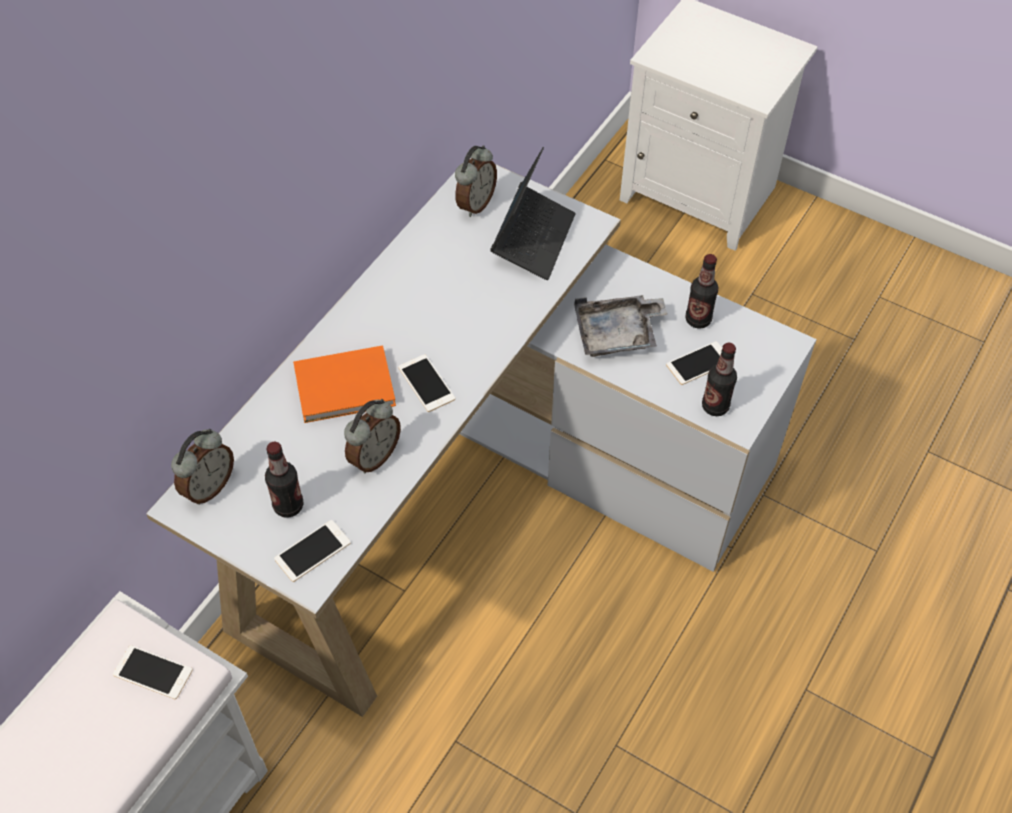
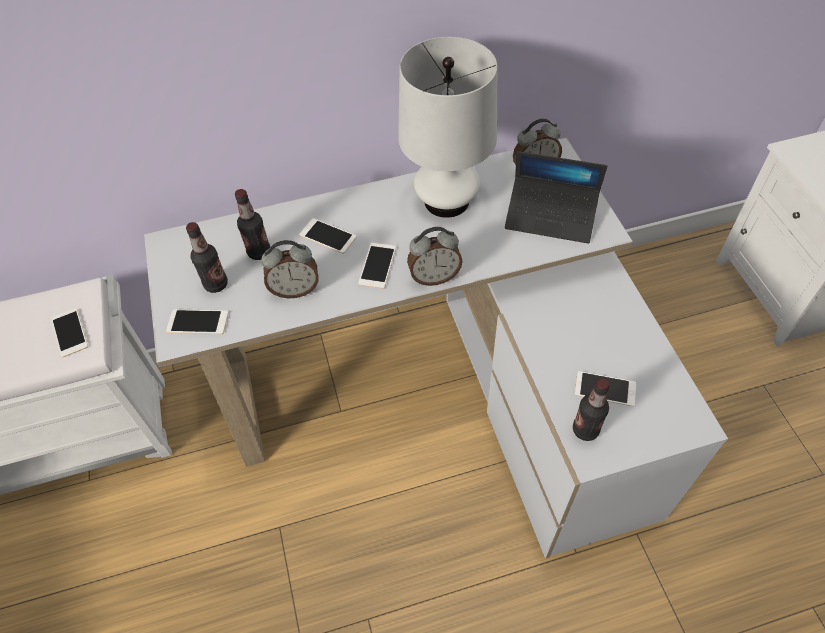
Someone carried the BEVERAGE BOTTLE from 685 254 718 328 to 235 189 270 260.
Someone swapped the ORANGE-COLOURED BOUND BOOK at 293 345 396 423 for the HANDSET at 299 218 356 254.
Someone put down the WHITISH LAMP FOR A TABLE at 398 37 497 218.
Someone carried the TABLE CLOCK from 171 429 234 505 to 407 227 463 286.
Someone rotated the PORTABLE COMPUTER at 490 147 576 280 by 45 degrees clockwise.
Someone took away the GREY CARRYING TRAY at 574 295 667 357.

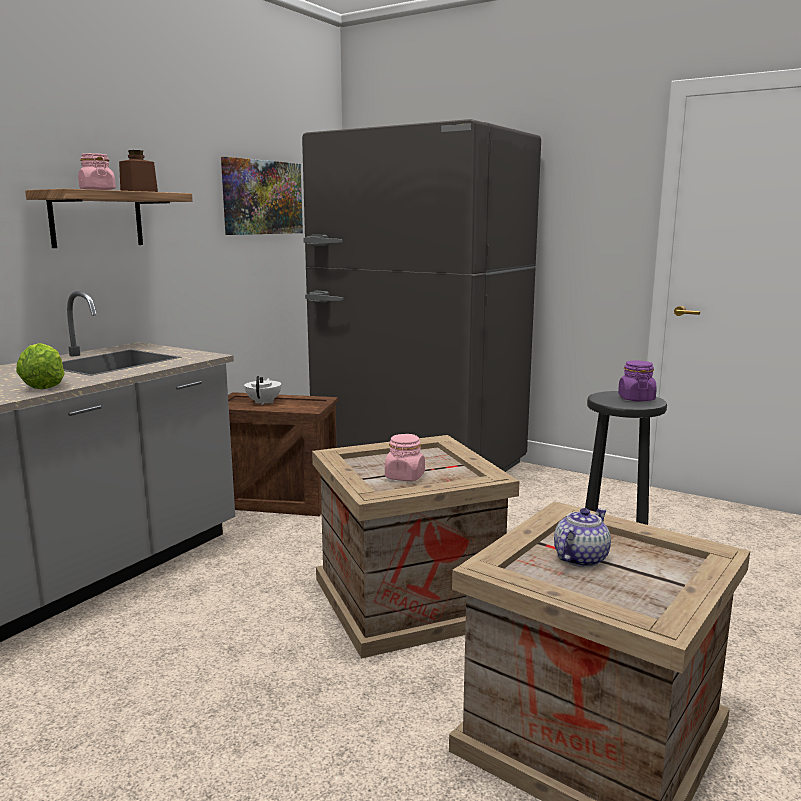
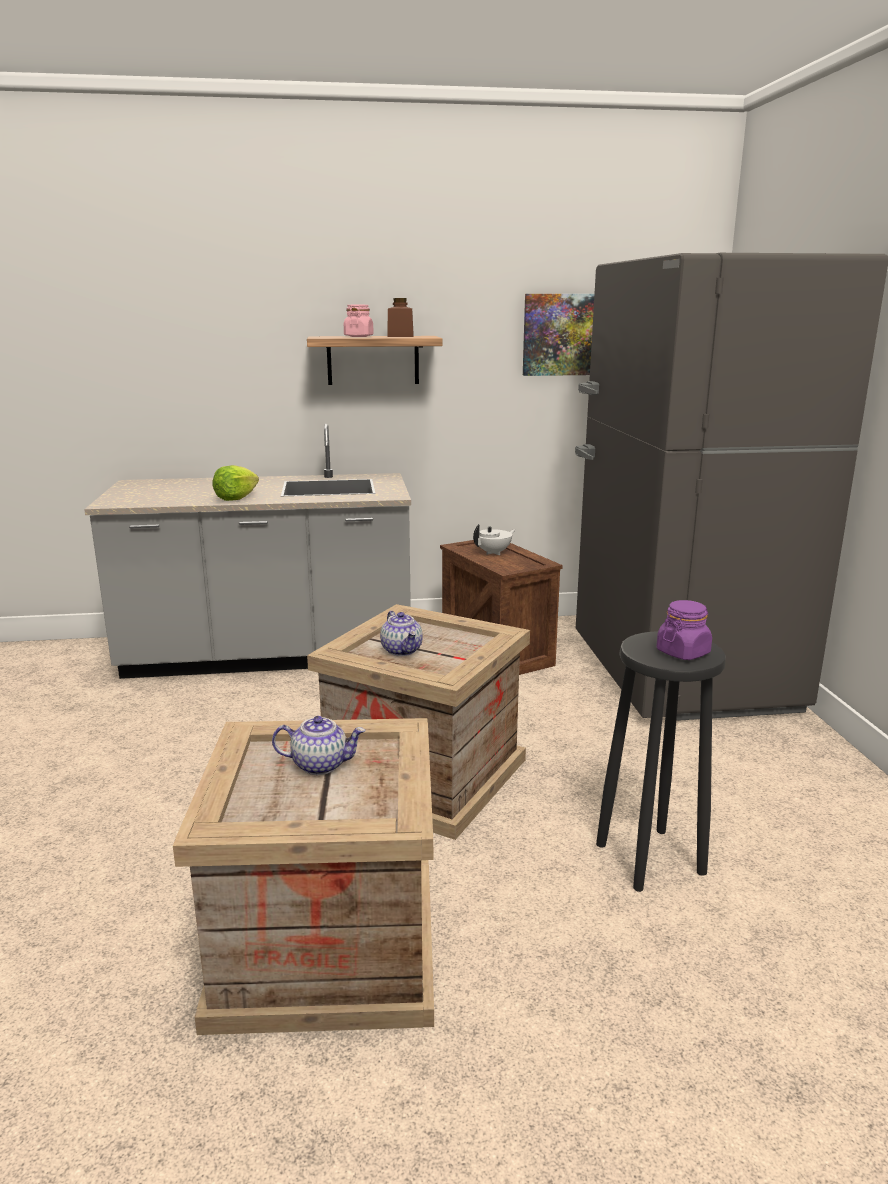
Someone swapped the PINK JAR at 385 434 425 481 for the POT FOR TEA at 380 611 423 656.

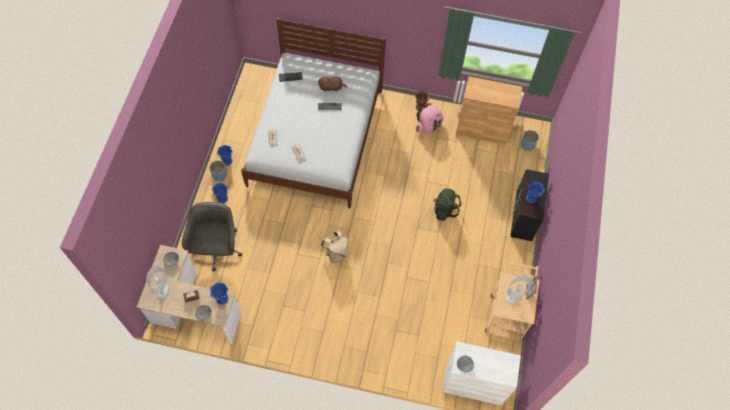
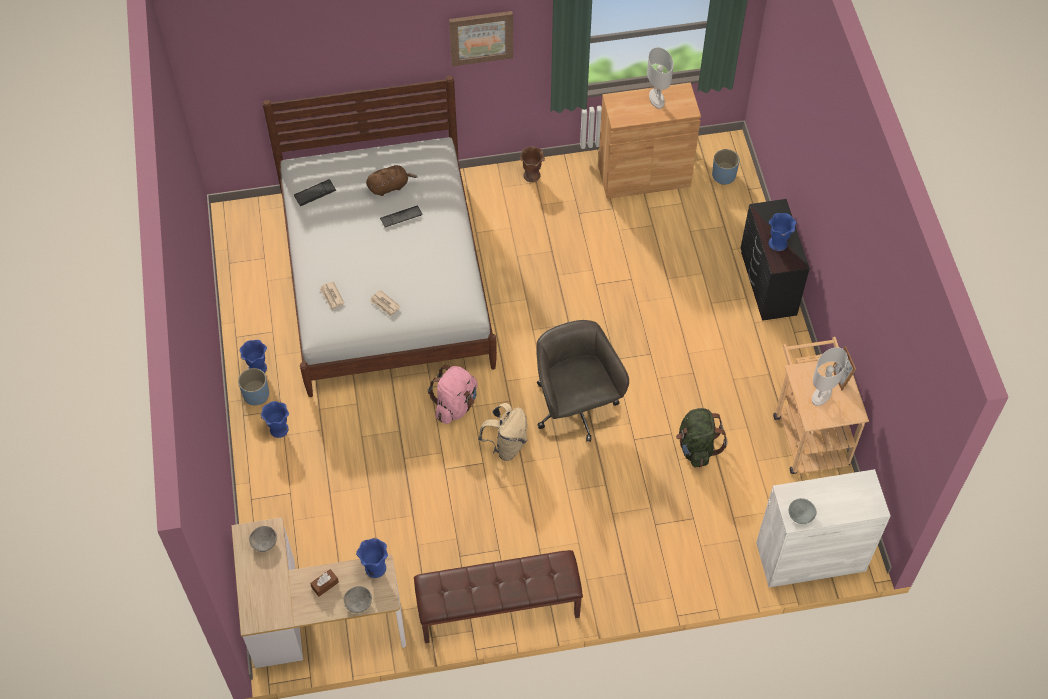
Someone put down the BROWN LONG SEAT at 414 550 583 643.
Someone carried the PINK BACKPACK from 416 103 444 134 to 428 365 478 424.
Someone put up the PICTURE at 449 11 513 66.
Someone carried the GREY OFFICE CHAIR from 182 202 242 271 to 536 320 629 442.
Someone carried the WHITISH LAMP FOR A TABLE from 146 266 168 299 to 647 47 673 109.
Someone carried the GREENISH BACKPACK from 433 188 461 221 to 676 408 727 467.

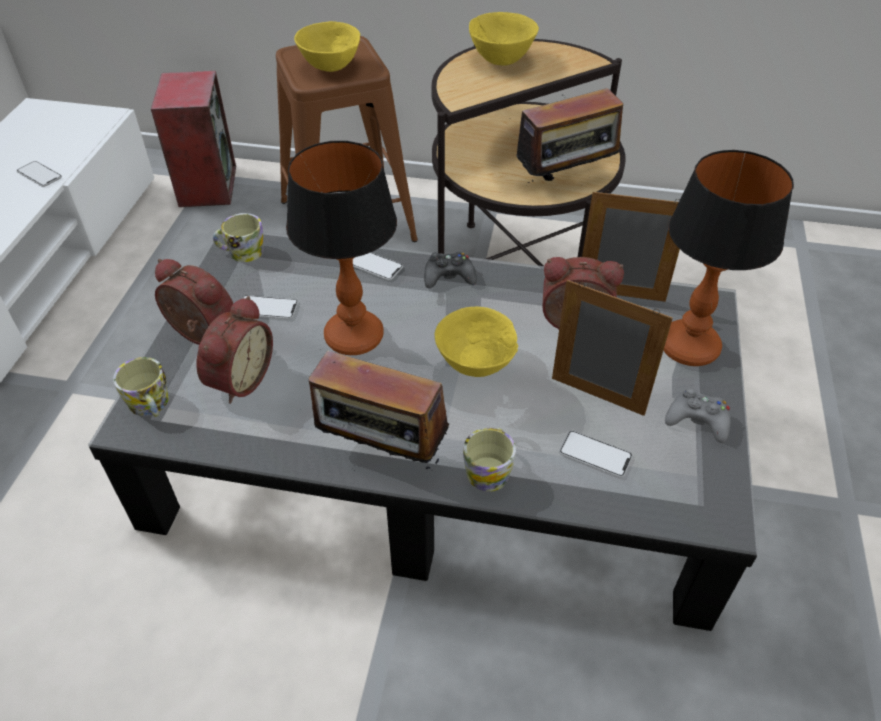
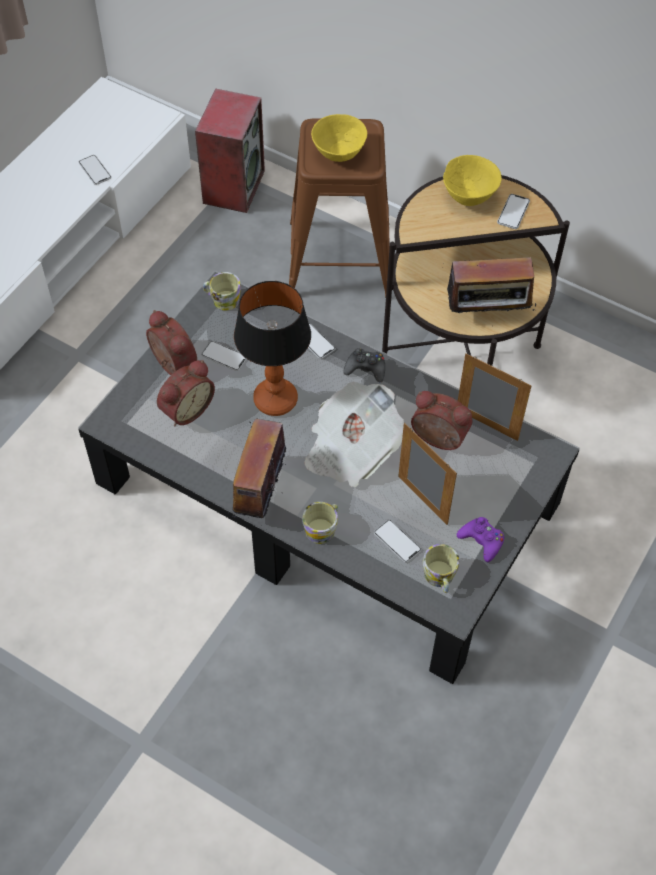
Someone rotated the RADIO at 309 345 449 470 by 60 degrees clockwise.
Someone swapped the YELLOWISH SERVING BOWL at 435 307 518 377 for the PRINTED PAPER at 304 381 404 487.
Someone carried the TEA MUG from 113 357 169 417 to 423 544 459 593.
Someone repainted the GREY GAME CONTROLLER at 665 388 731 443, which became the PURPLE GAME CONTROLLER at 457 517 504 562.
Someone put down the HANDSET at 497 194 530 229.
Someone took away the LAMP FOR A TABLE at 663 150 794 366.

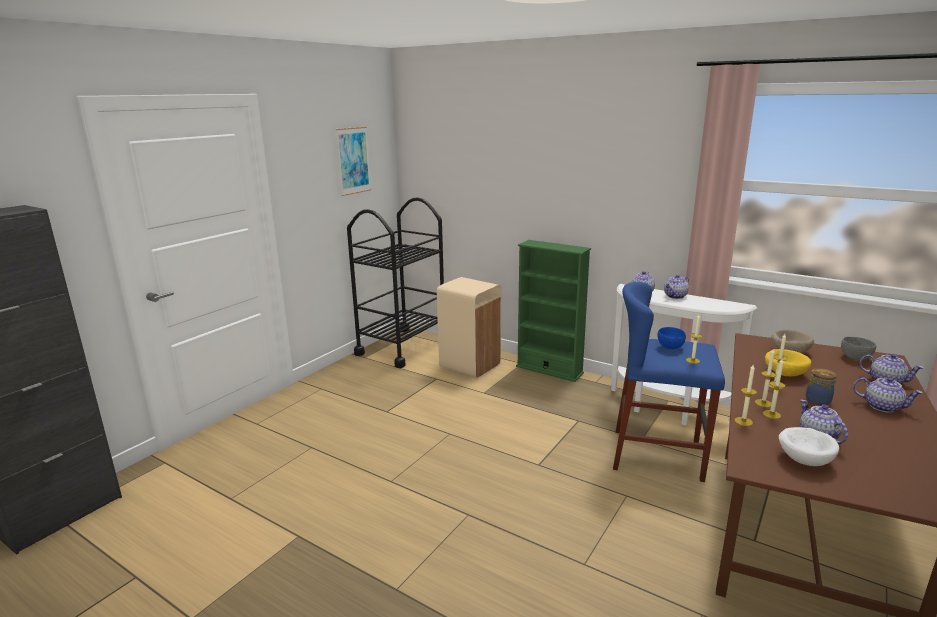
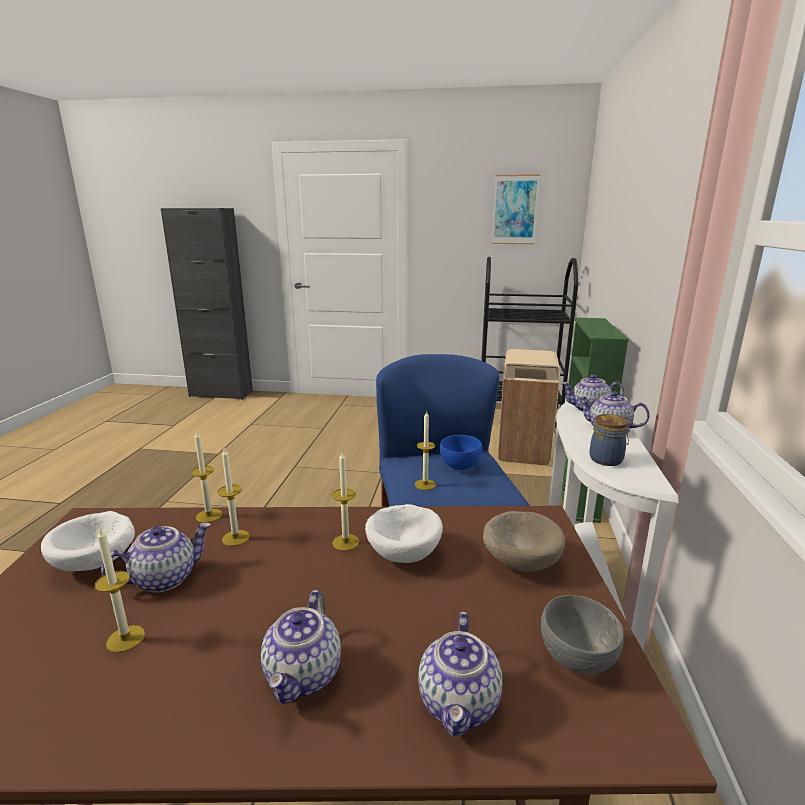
Someone carried the CANDLE from 755 348 777 407 to 95 527 145 653.
Someone repainted the YELLOWISH SERVING BOWL at 765 349 811 376, which became the WHITISH SERVING BOWL at 365 504 443 563.
Someone carried the JAR from 806 368 837 405 to 590 414 631 466.

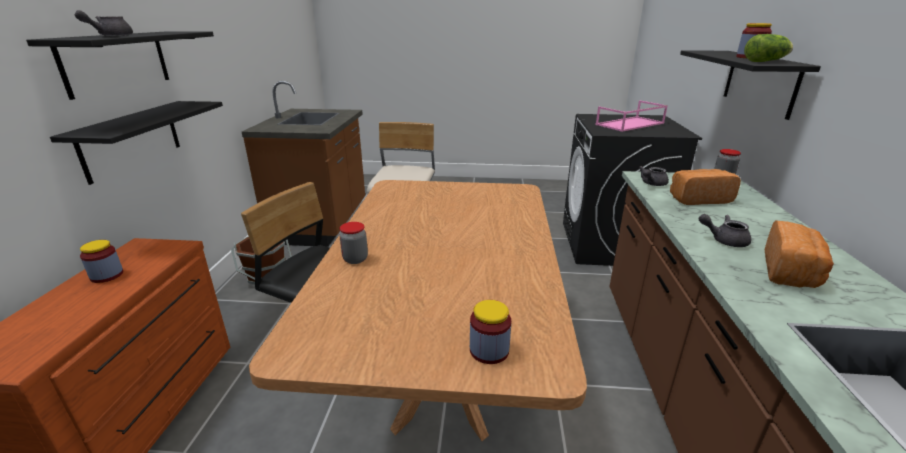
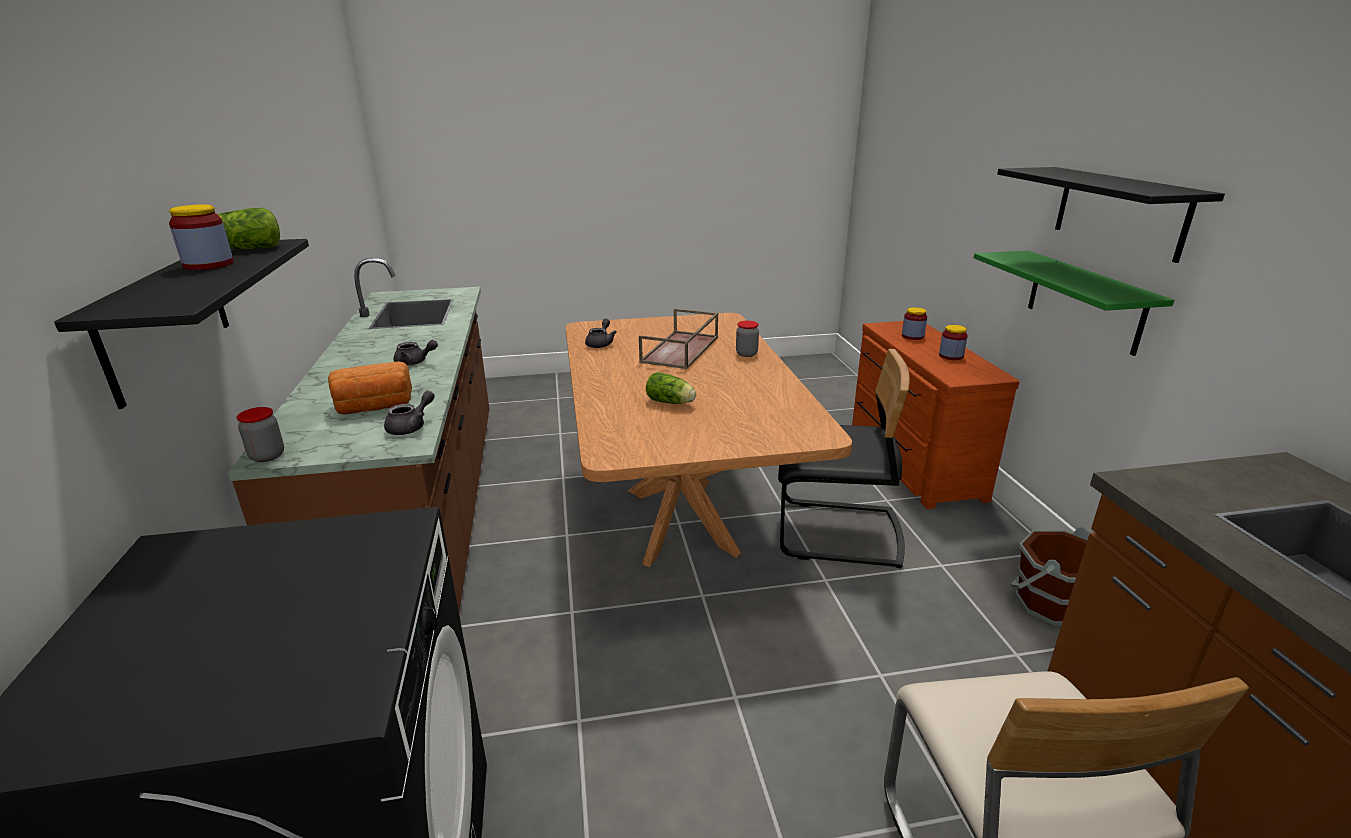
Someone carried the GREY POT FOR TEA from 75 10 133 36 to 585 319 617 348.
Someone put down the BROWN CARRYING TRAY at 639 308 718 369.
Someone put down the LETTUCE HEAD at 646 372 696 404.
Someone carried the JAR from 470 300 511 364 to 902 307 927 340.
Someone repainted the BLACK-COLOURED BRACKET SHELF at 50 101 223 185, which became the GREENISH BRACKET SHELF at 974 251 1174 356.
Someone took away the PINK CARRYING TRAY at 596 101 668 132.
Someone took away the BAKED BREAD at 765 221 834 288.

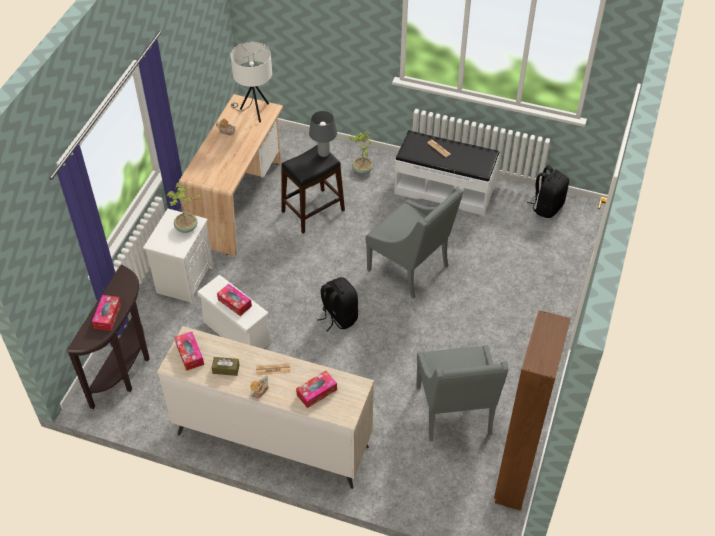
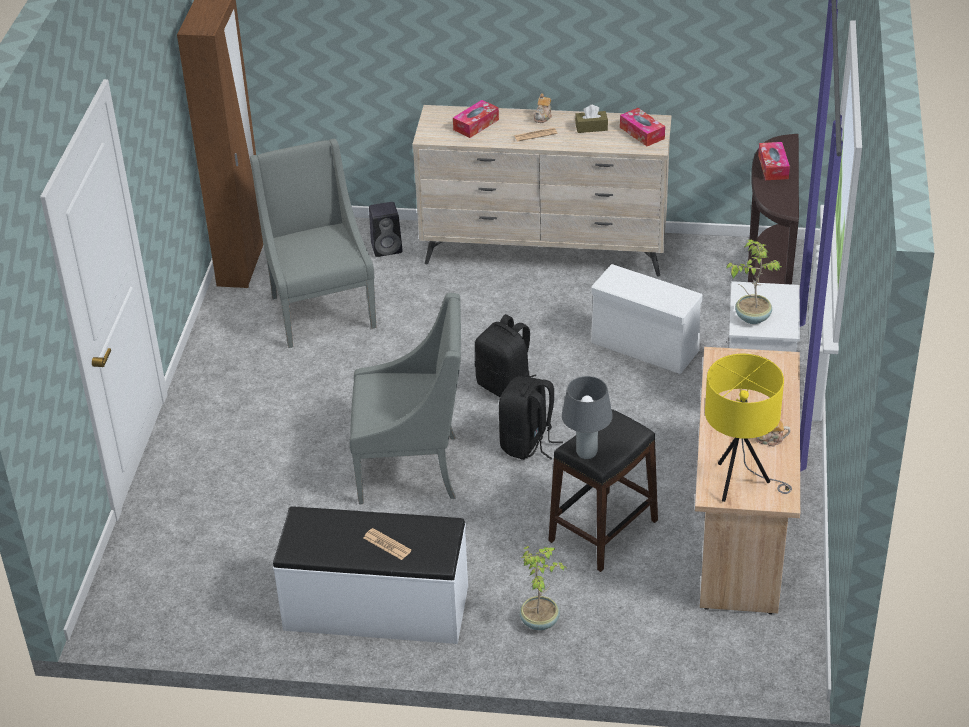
Someone rotated the GREY EASY CHAIR at 365 187 463 299 by 150 degrees clockwise.
Someone put down the BLACK-COLOURED AUDIO SPEAKER at 369 202 402 257.
Someone carried the BLACK-COLOURED BACKPACK from 527 165 569 218 to 499 377 563 460.
Someone repainted the WHITISH LAMP FOR A TABLE at 231 42 272 123, which became the YELLOWISH LAMP FOR A TABLE at 705 354 792 502.
Someone took away the TISSUE BOX at 217 284 252 316.

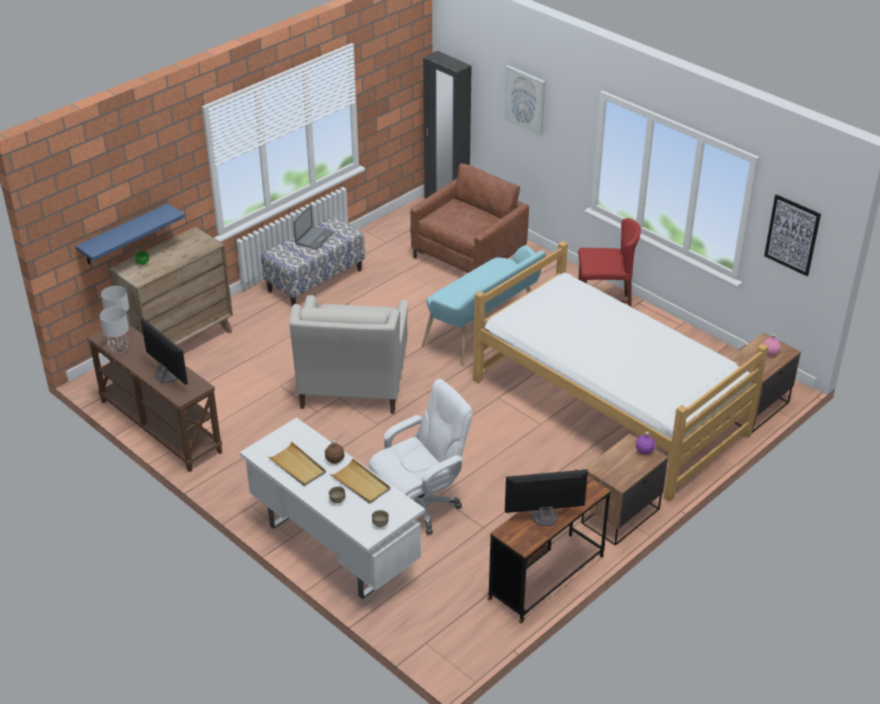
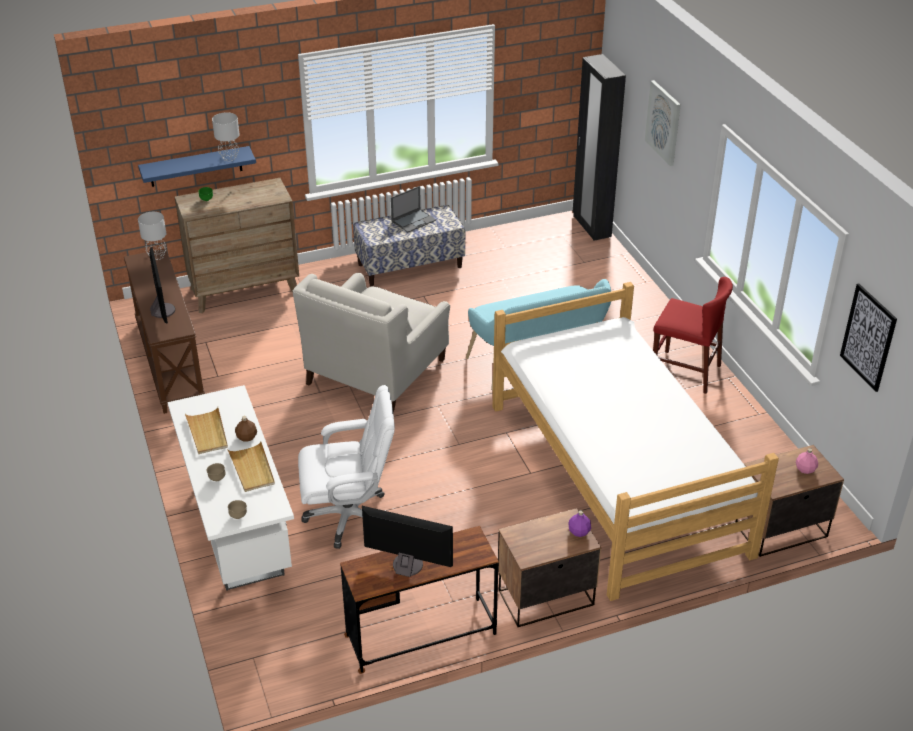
Someone carried the GREY LAMP FOR A TABLE from 100 307 129 354 to 212 112 240 161.
Someone took away the BROWN EASY CHAIR at 410 163 529 273.

